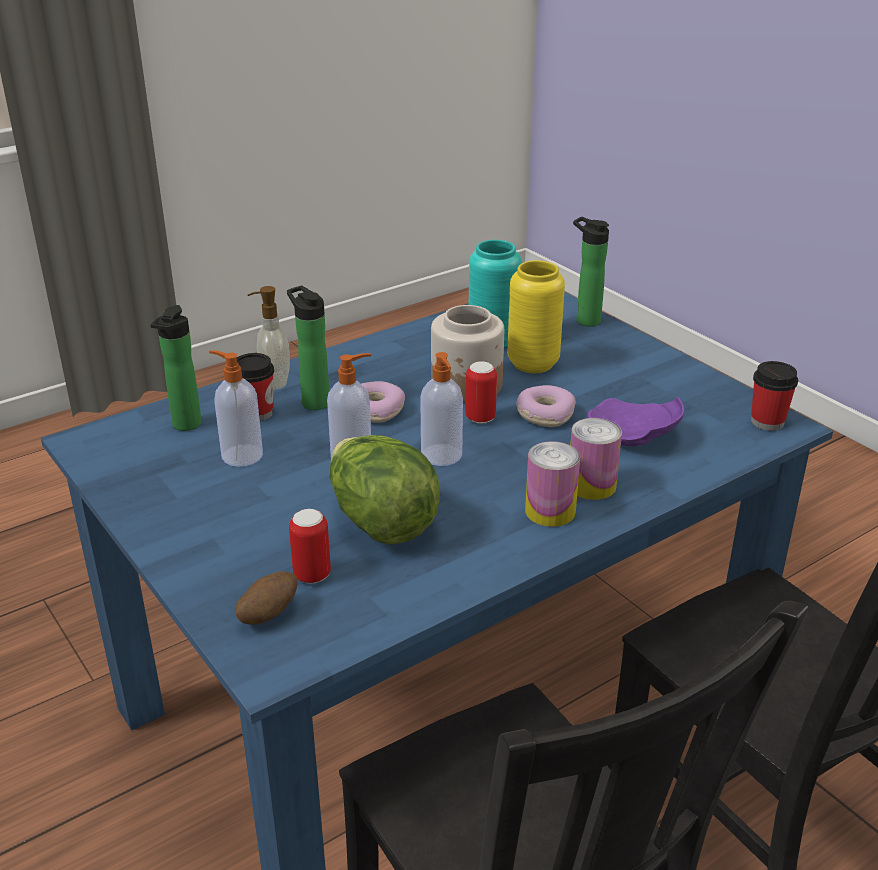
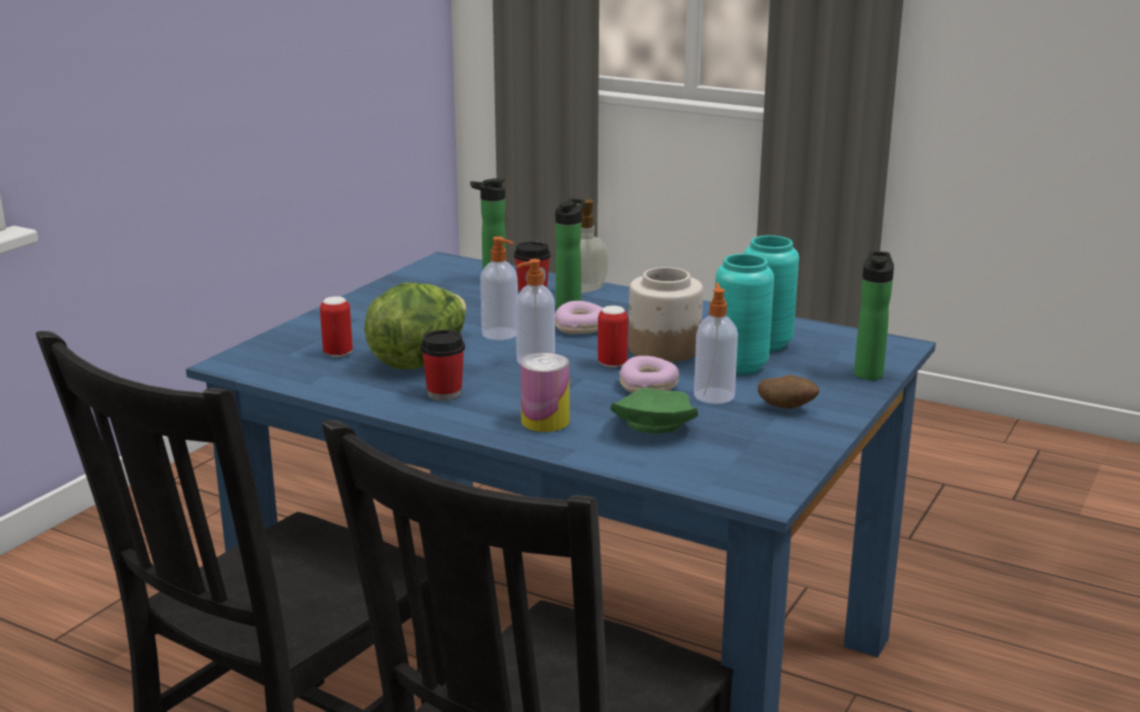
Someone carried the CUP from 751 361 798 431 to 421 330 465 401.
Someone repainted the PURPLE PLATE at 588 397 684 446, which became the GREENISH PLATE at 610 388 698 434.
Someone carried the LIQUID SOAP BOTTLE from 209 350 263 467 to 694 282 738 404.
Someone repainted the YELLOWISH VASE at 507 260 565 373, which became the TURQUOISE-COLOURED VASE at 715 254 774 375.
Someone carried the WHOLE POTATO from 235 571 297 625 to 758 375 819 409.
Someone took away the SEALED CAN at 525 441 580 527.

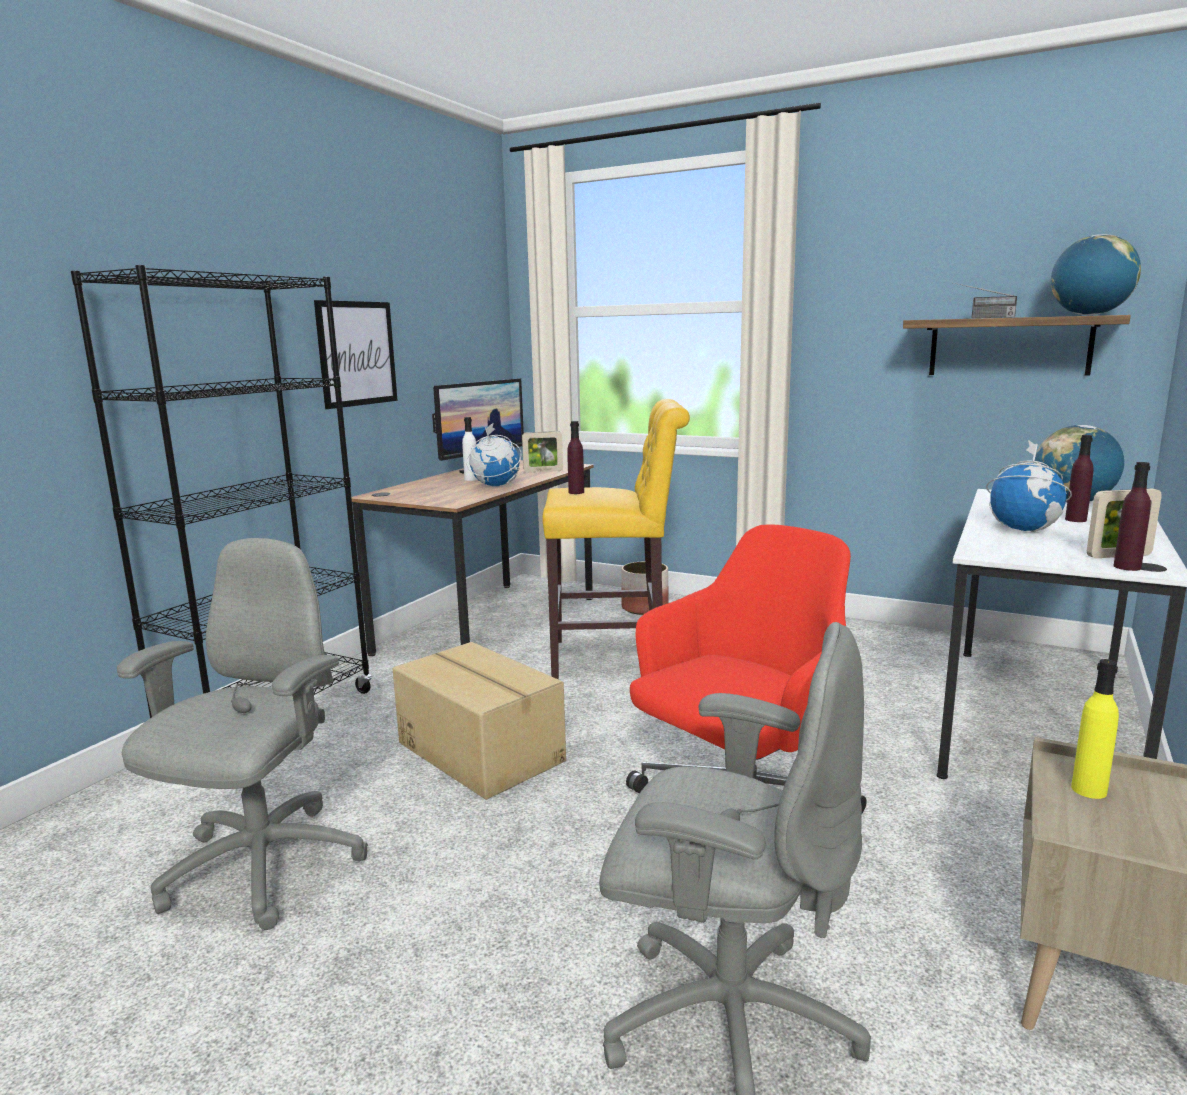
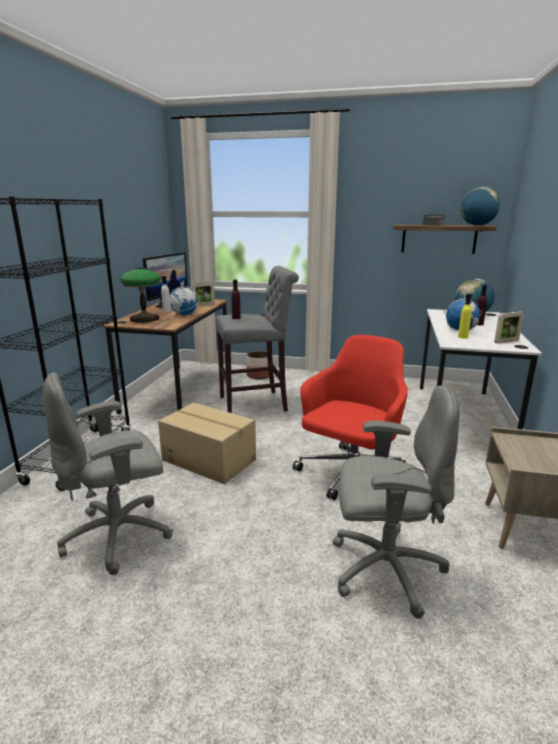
Someone rotated the GREY OFFICE CHAIR at 117 538 368 930 by 120 degrees counterclockwise.
Someone put down the LAMP FOR A TABLE at 120 268 161 323.
Someone repainted the YELLOWISH STOOL SEAT at 542 399 690 679, which became the GREY STOOL SEAT at 215 266 299 413.
Someone carried the YELLOWISH BEVERAGE BOTTLE from 1071 659 1119 799 to 458 294 472 339.
Someone took away the PICTURE at 314 300 398 409.
Someone took away the PURPLE BEVERAGE BOTTLE at 1113 462 1151 571.

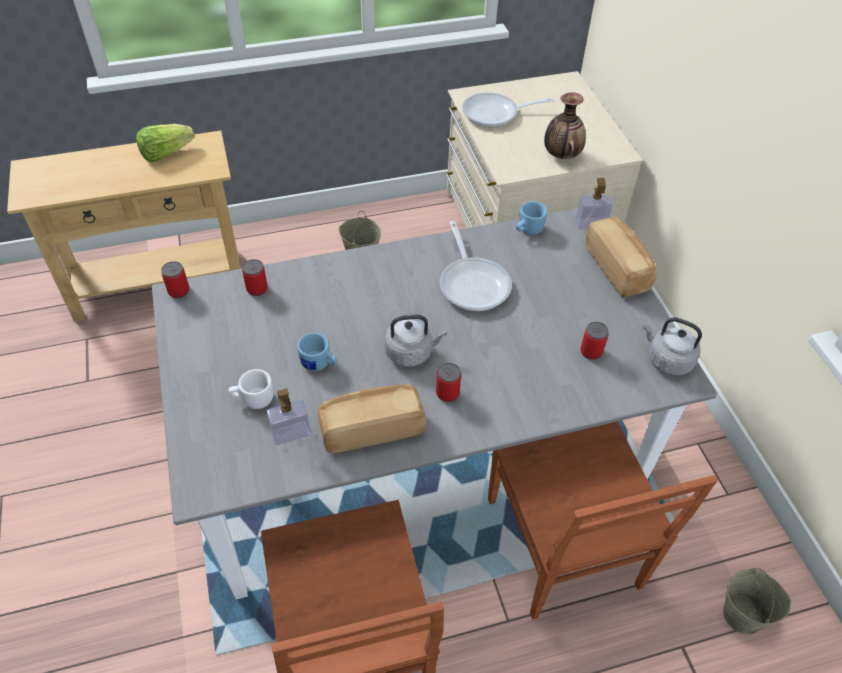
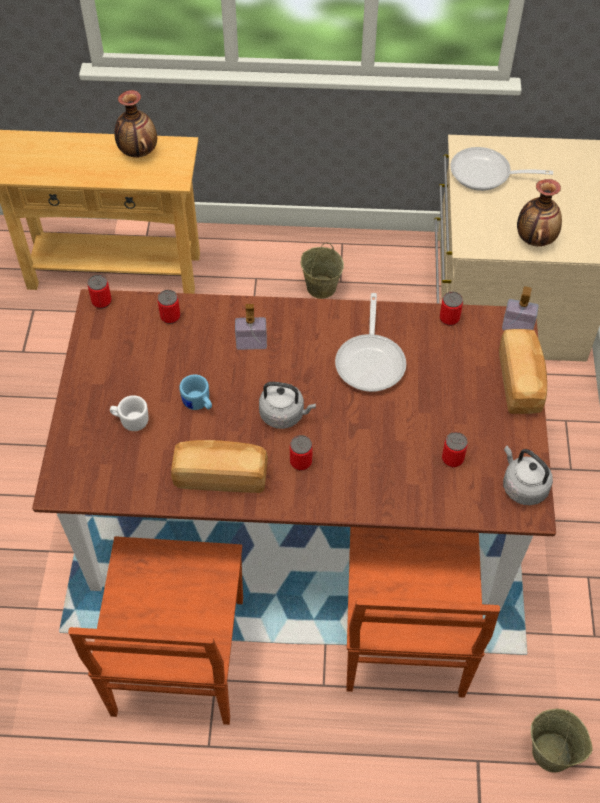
Someone repainted the GREY DINING TABLE at 152 208 717 600, which became the BROWN DINING TABLE at 32 289 556 611.
Someone swapped the LETTUCE HEAD at 136 124 195 162 for the VASE at 115 90 157 158.
Someone carried the LIQUID SOAP BOTTLE from 267 388 311 445 to 235 304 267 350.
Someone swapped the BLUISH TEA MUG at 516 201 547 235 for the SEALED CAN at 440 292 463 326.

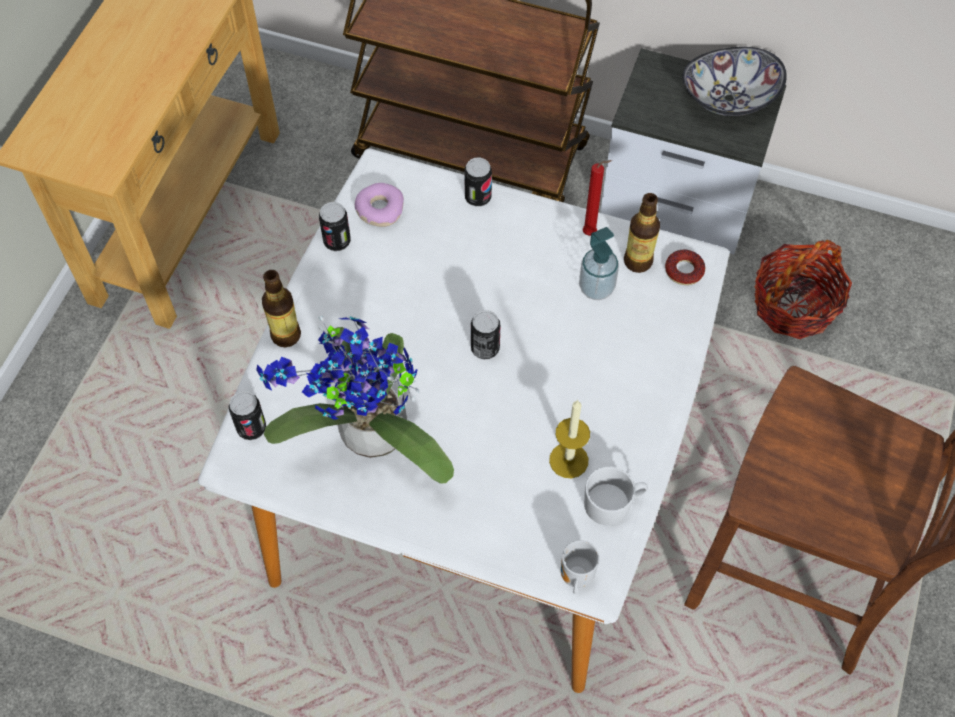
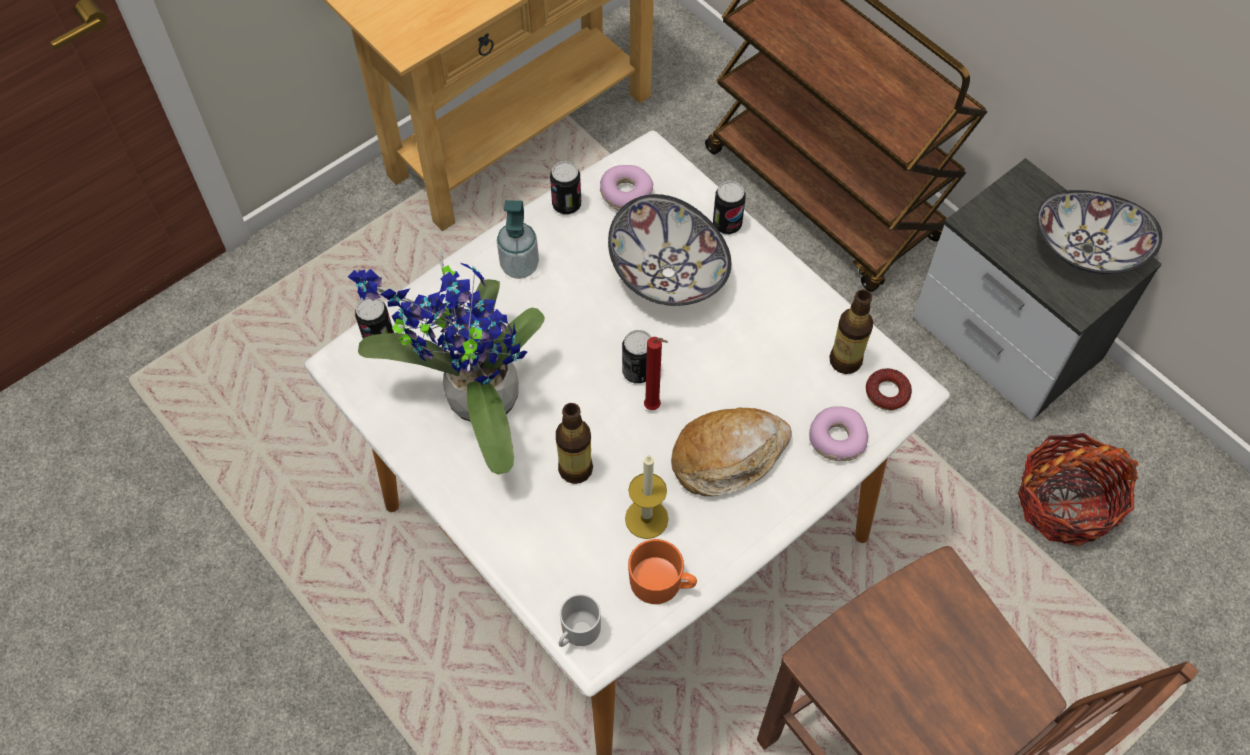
Someone carried the LIQUID SOAP BOTTLE from 579 227 619 300 to 497 200 539 279.
Someone carried the BEVERAGE BOTTLE from 262 270 301 347 to 556 403 593 484.
Someone put down the SERVING BOWL at 608 194 731 306.
Someone repainted the WHITISH TEA MUG at 584 467 648 525, which became the ORANGE-COLOURED TEA MUG at 628 539 697 604.
Someone carried the REDDISH CANDLE from 583 160 612 236 to 644 337 668 410.
Someone put down the BAKED BREAD at 671 407 792 496.
Someone put down the DONUT at 809 406 869 461.

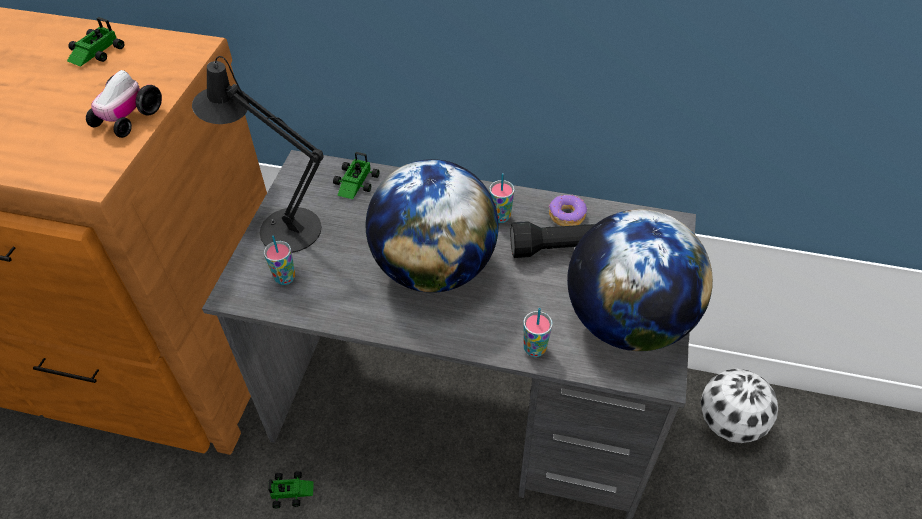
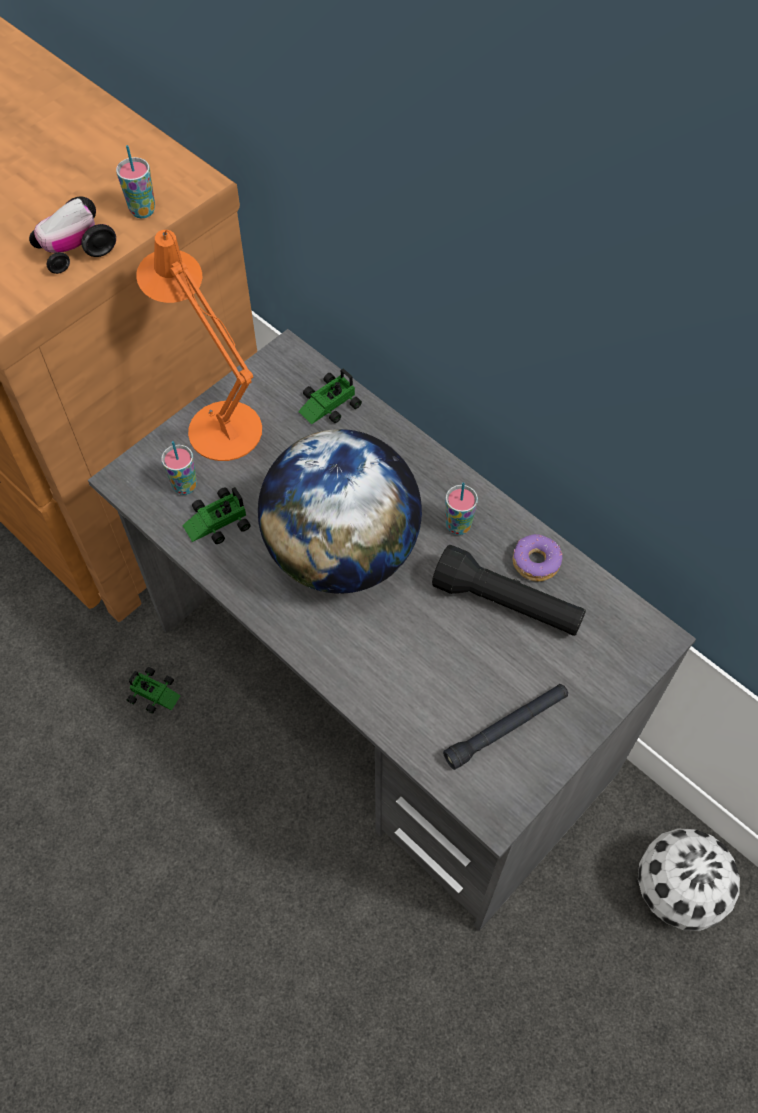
Someone carried the CUP from 523 308 553 357 to 116 145 155 218.
Someone repainted the BLACK-COLOURED LAMP FOR A TABLE at 192 56 324 253, which became the ORANGE-COLOURED LAMP FOR A TABLE at 136 230 262 461.
Someone carried the MINIATURE CAR from 67 17 124 67 to 182 487 251 544.
Someone swapped the WORLD GLOBE at 567 209 713 351 for the BLACK-COLOURED TORCH at 443 684 568 770.

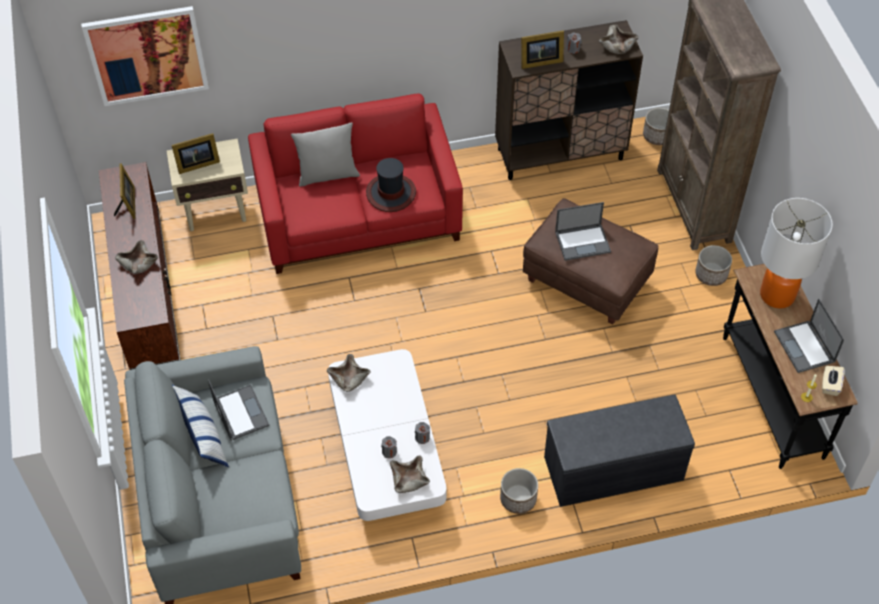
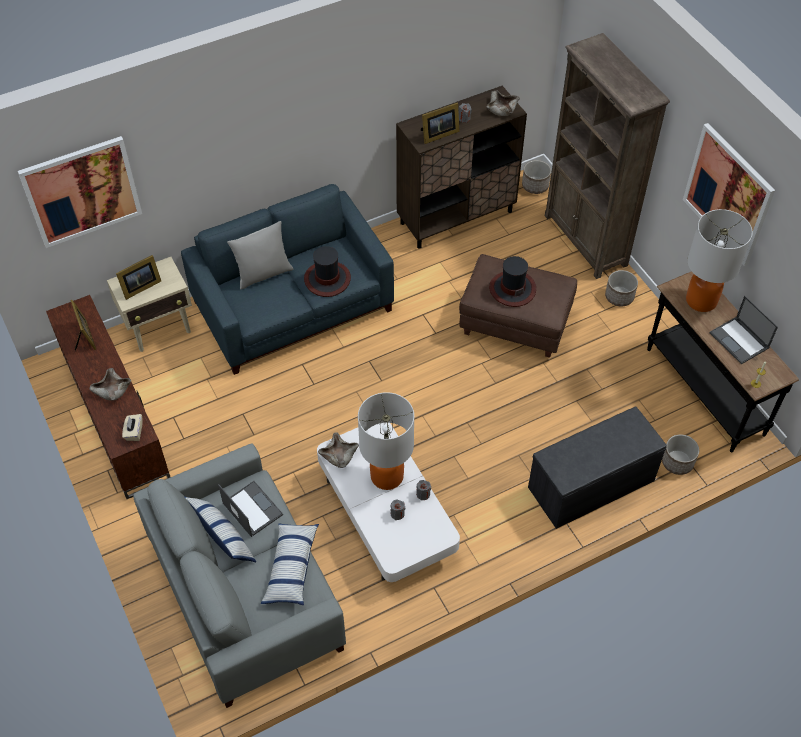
Someone carried the BEIGE TISSUE BOX from 822 366 844 396 to 122 414 143 441.
Someone repainted the REDDISH SETTEE at 248 94 463 274, which became the BLUISH SETTEE at 181 184 394 375.
Someone put down the PILLOW at 261 524 319 605.
Someone put down the LAMP FOR A TABLE at 358 392 414 490.
Someone swapped the PORTABLE COMPUTER at 555 202 611 261 for the HAT at 489 256 536 307.
Someone carried the PLANTER from 500 468 538 514 to 662 434 699 475.
Someone put up the PICTURE at 683 123 775 266.
Someone took away the BEIGE SERVING BOWL at 390 455 430 493.

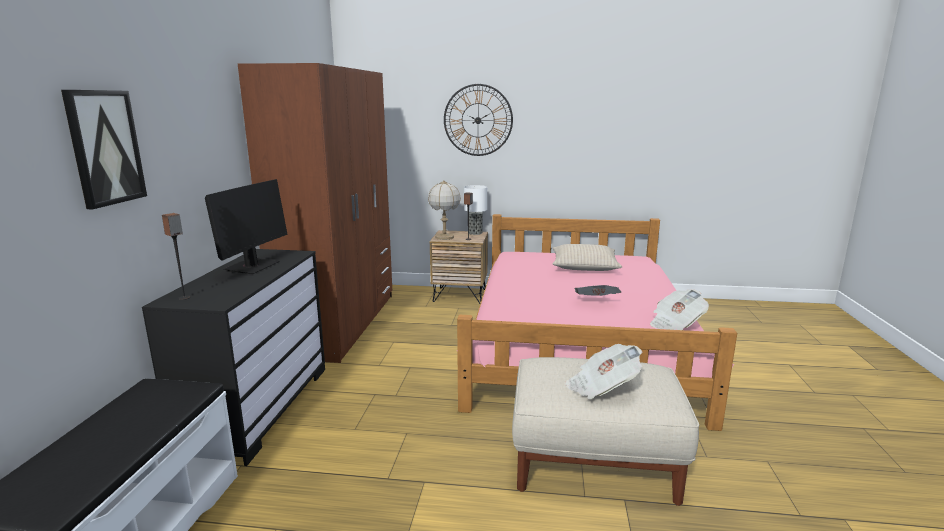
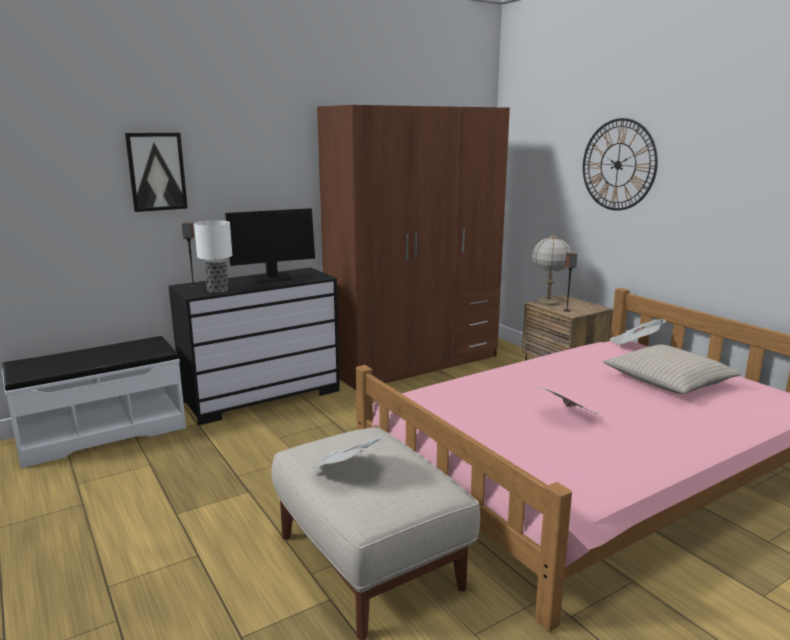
Someone carried the LAMP FOR A TABLE from 464 185 487 235 to 194 220 232 293.
Someone carried the PRINTED PAPER from 650 290 709 330 to 610 319 666 346.

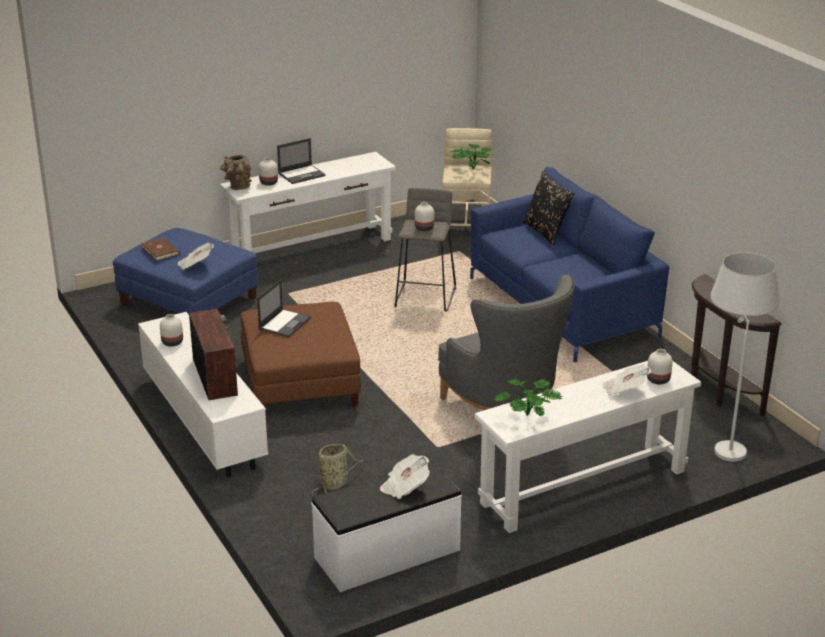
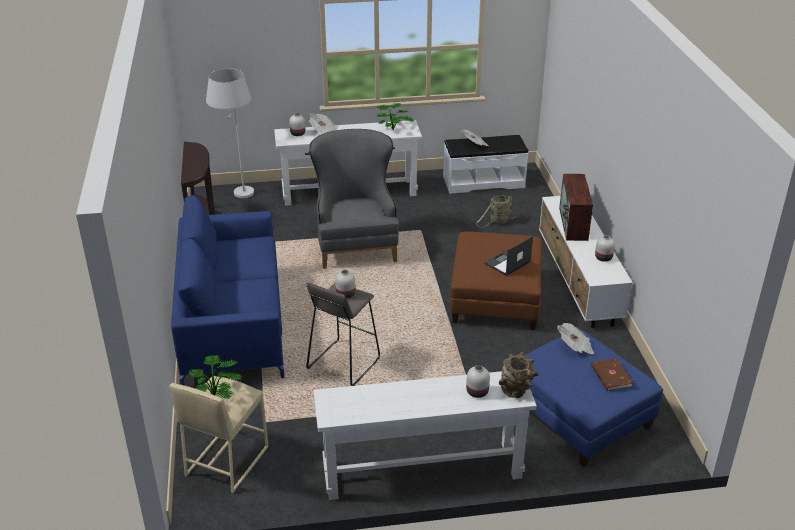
Someone took away the PORTABLE COMPUTER at 277 138 326 184.
Someone took away the BLACK-COLOURED PILLOW at 523 171 574 245.

